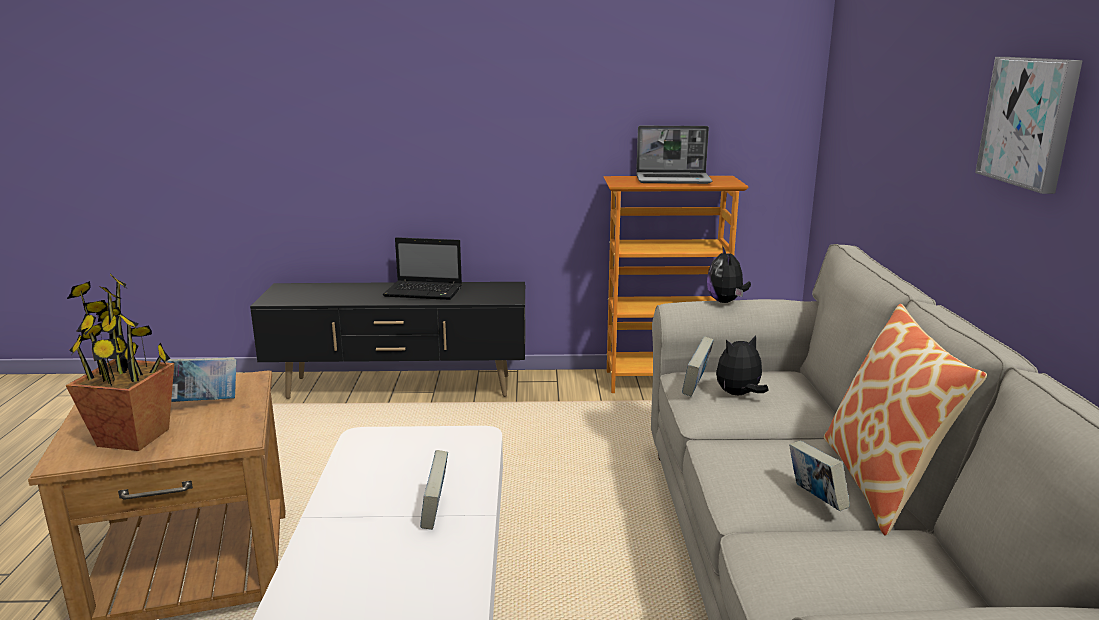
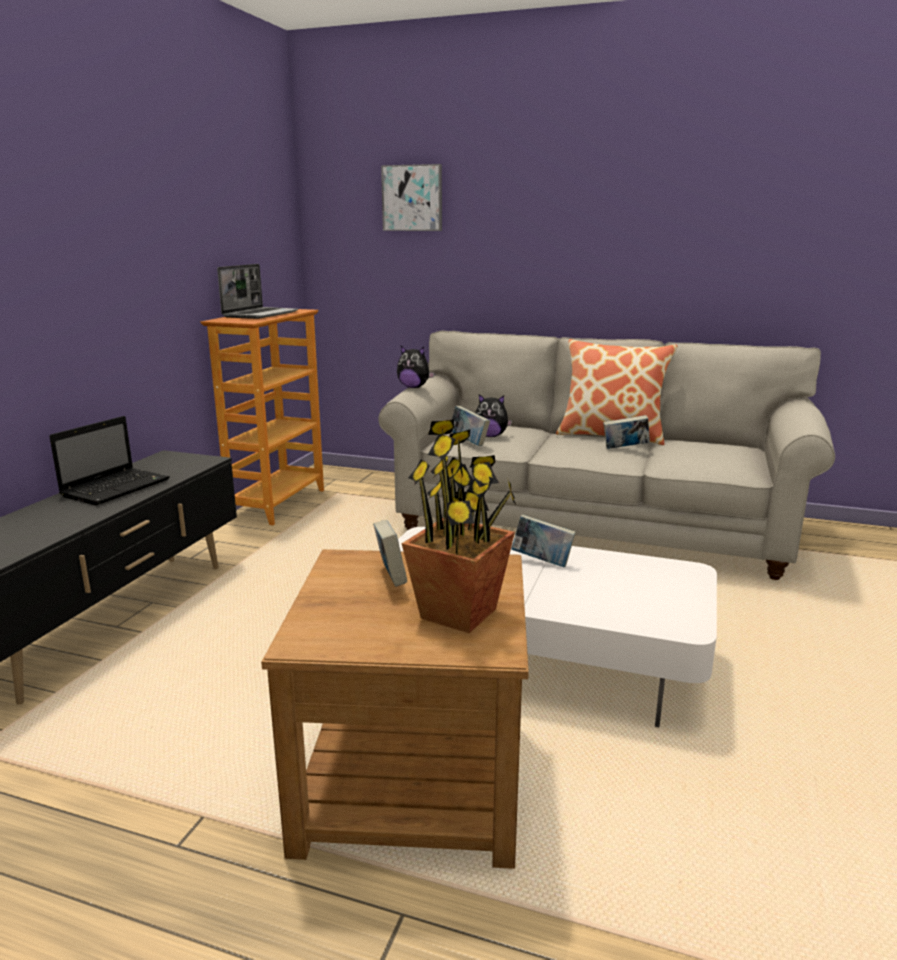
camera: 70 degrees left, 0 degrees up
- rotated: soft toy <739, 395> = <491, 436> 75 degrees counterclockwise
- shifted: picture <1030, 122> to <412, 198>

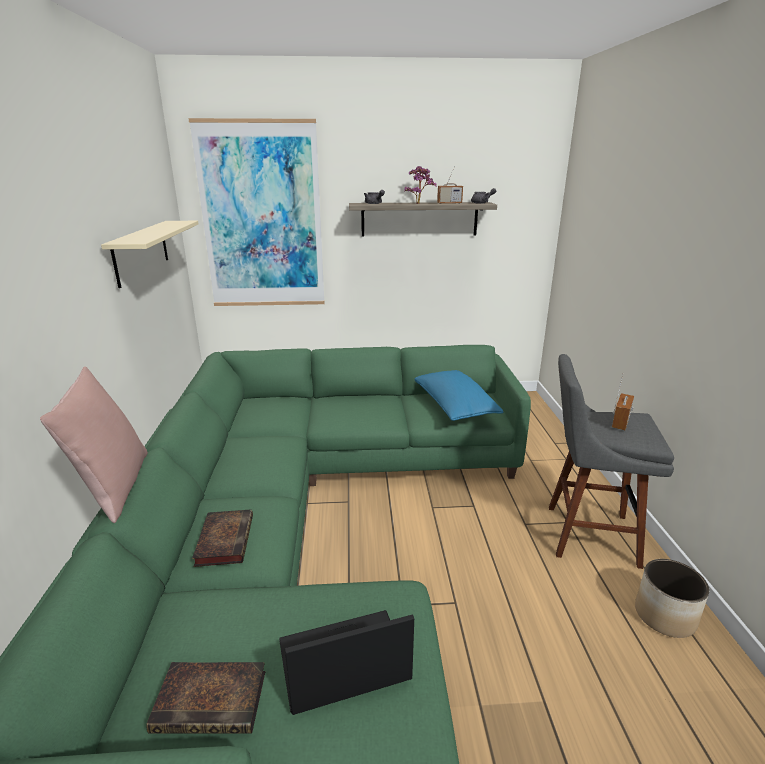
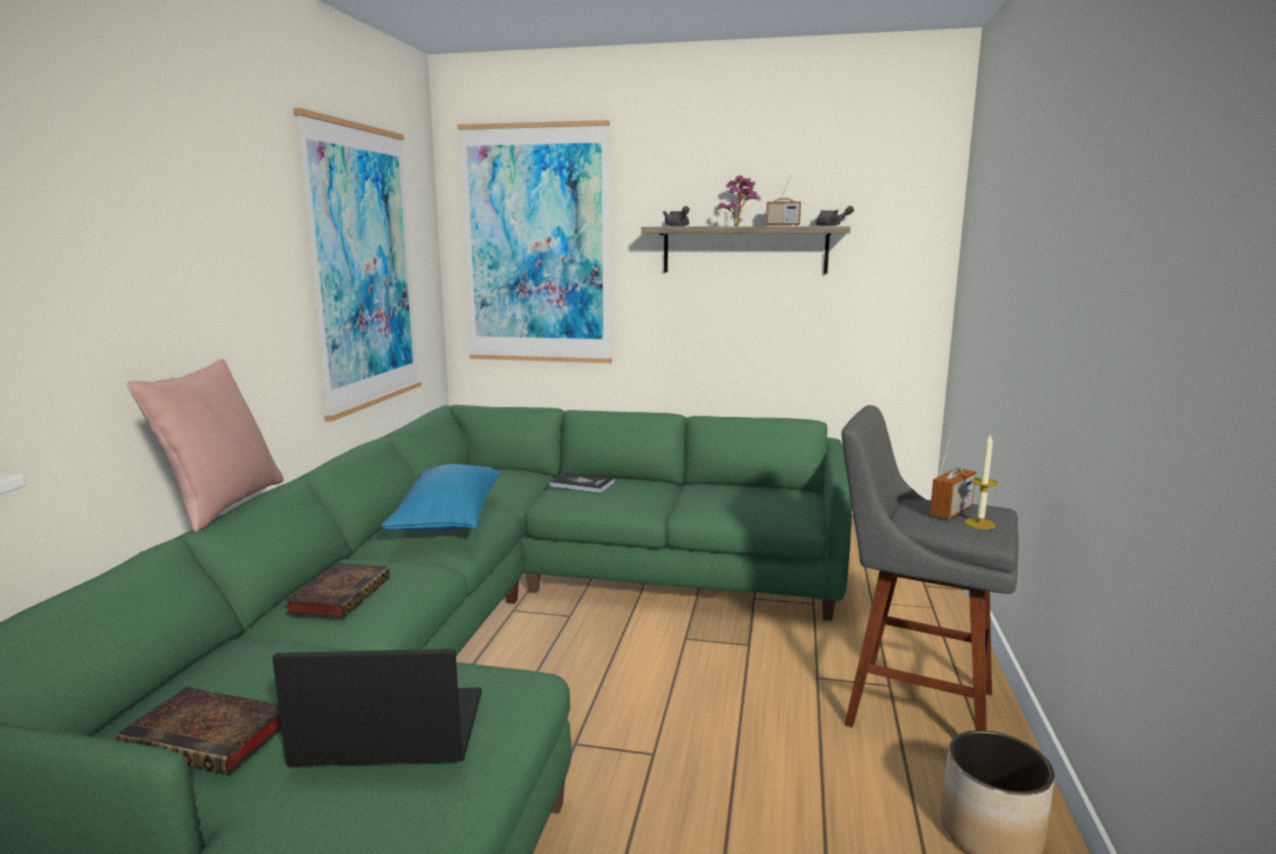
camera: 15 degrees right, 10 degrees down
- swapped: beige-coloured shelf <141, 251> to picture <363, 268>
- shifted: blue pillow <453, 407> to <447, 520>
- new: book <582, 484>
- new: wax light <980, 523>

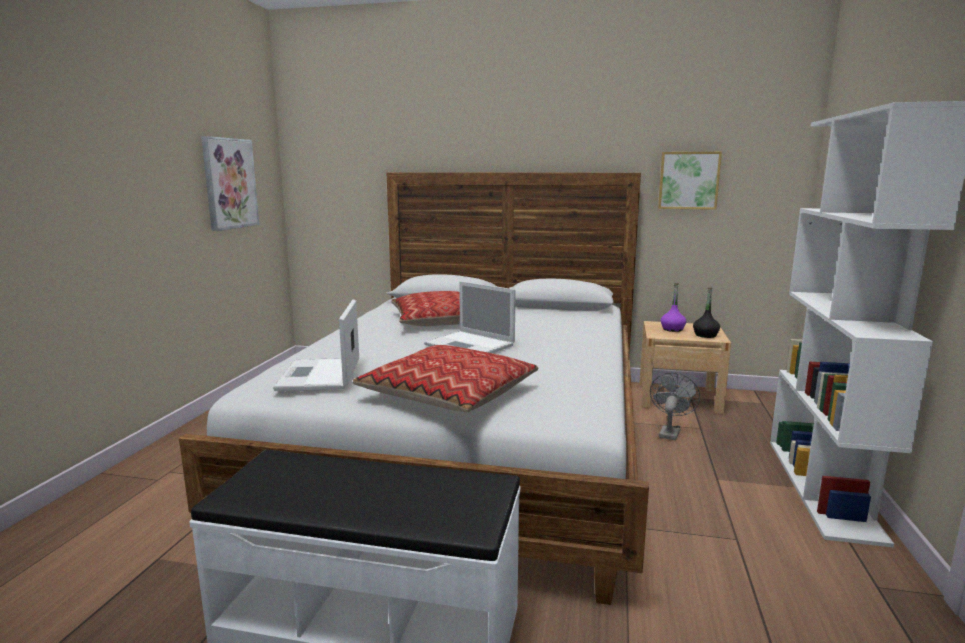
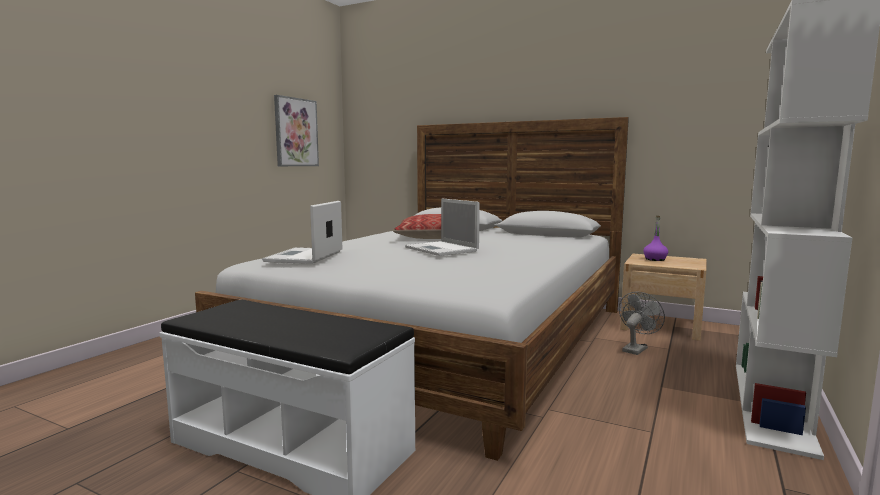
camera: 15 degrees right, 5 degrees down
- gone: pillow <449, 394>
- gone: picture <688, 180>
- gone: black-coloured drink bottle <705, 335>

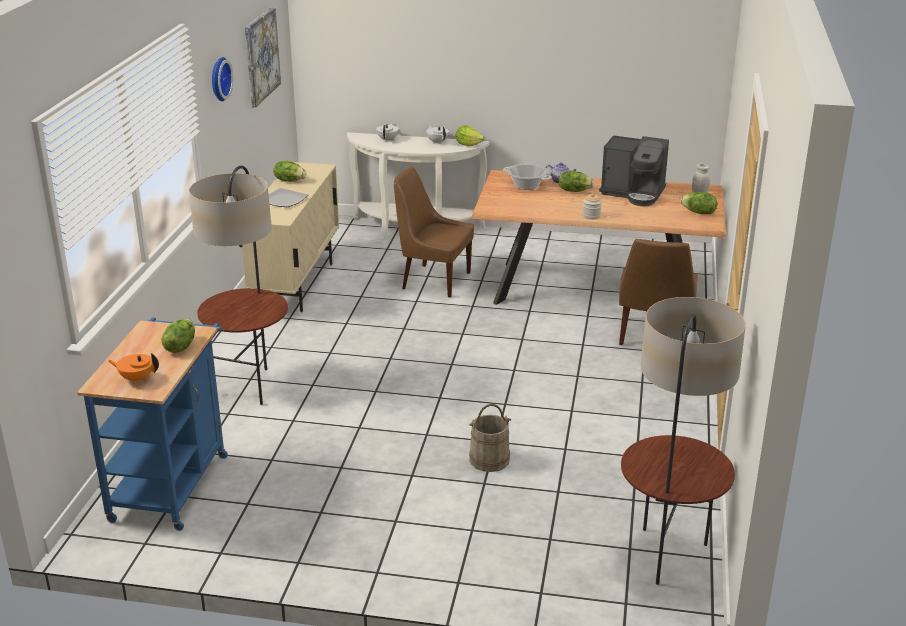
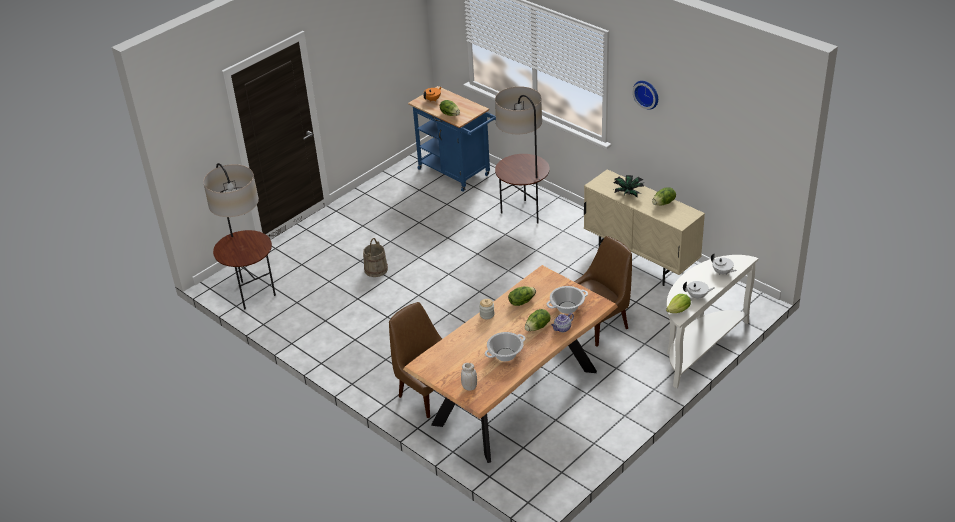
camera: 125 degrees right, 10 degrees up
- gone: picture <261, 56>
- swapped: dinner plate <284, 200> to houseplant <628, 192>
- swapped: coffee brewer <633, 194> to cooking pot <505, 354>
- shifted: lettuce <698, 212> to <521, 302>

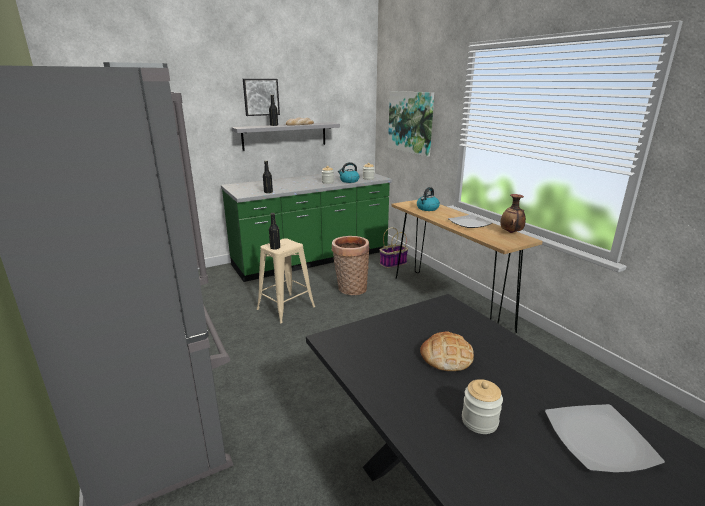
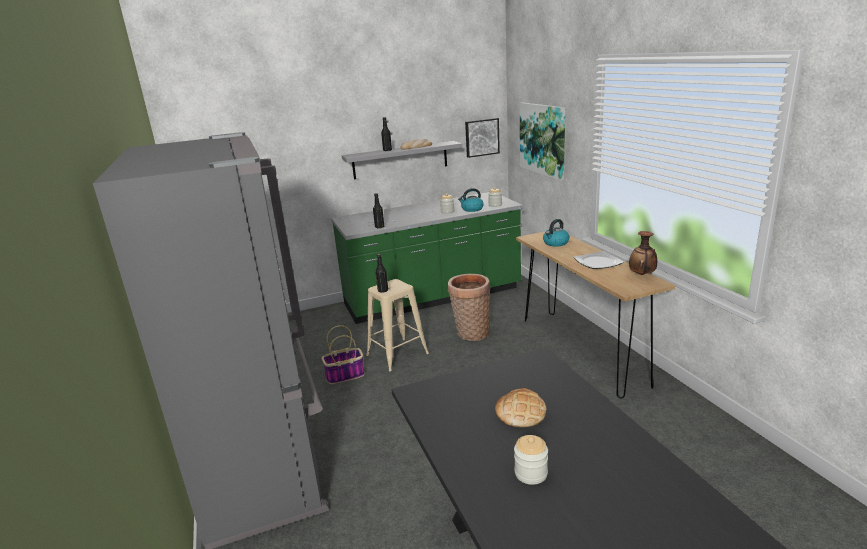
camera: 10 degrees right, 0 degrees up
- shifted: picture <261, 97> to <481, 137>
- shifted: storage basket <393, 263> to <344, 376>
- gone: dinner plate <598, 440>

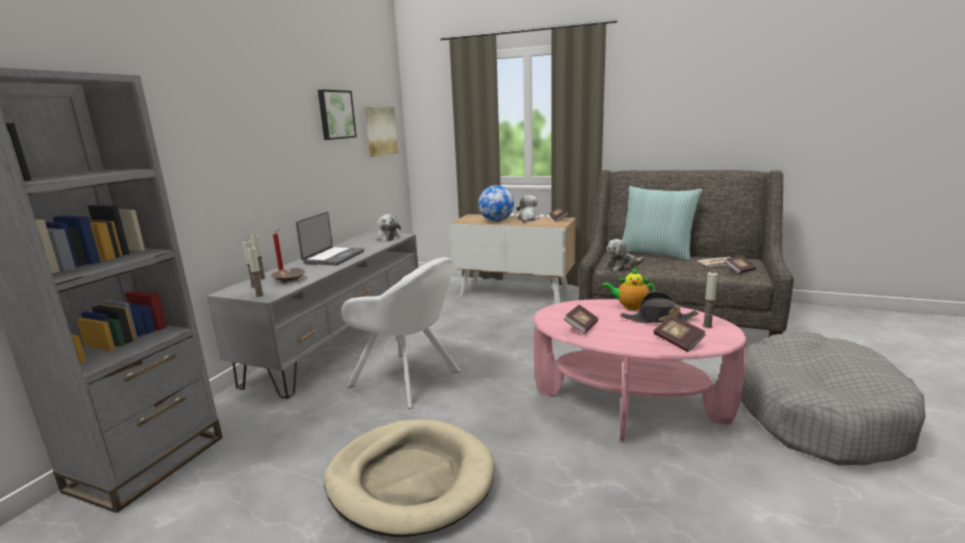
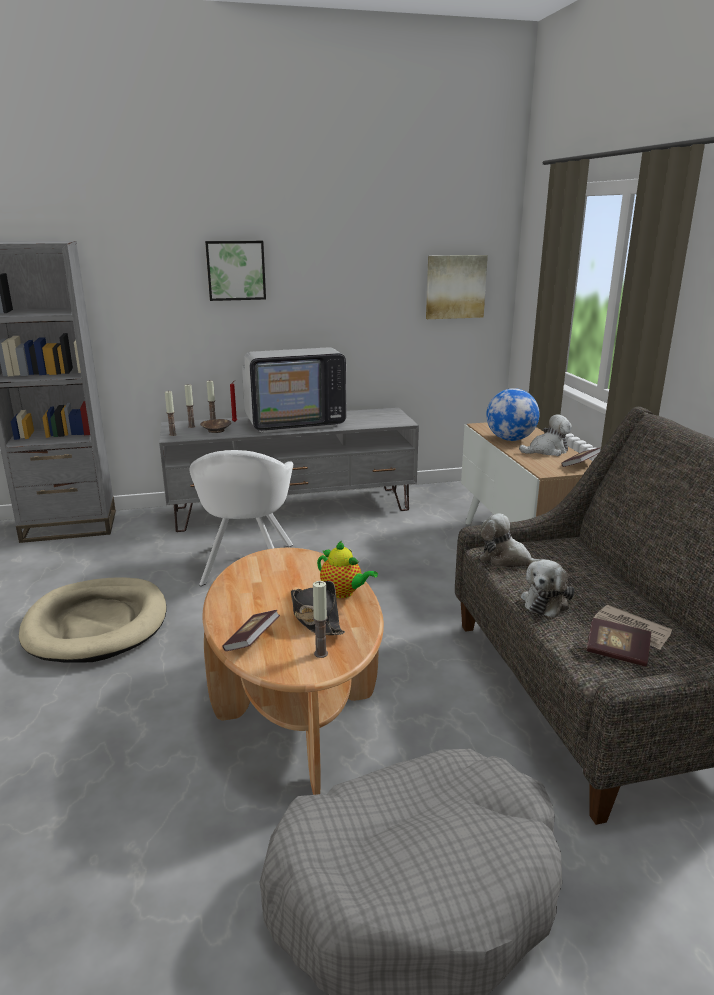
camera: 55 degrees right, 5 degrees up
- swapped: portable computer <333, 257> to TV set <294, 422>
- shifted: picture <335, 114> to <236, 270>
- shifted: soft toy <387, 238> to <546, 601>
- repainted: pink-coloured low table <628, 407> to brown low table <296, 707>
- gone: book <581, 327>
- rotated: teapot <630, 307> = <343, 593> 150 degrees clockwise
- gone: pillow <656, 254>

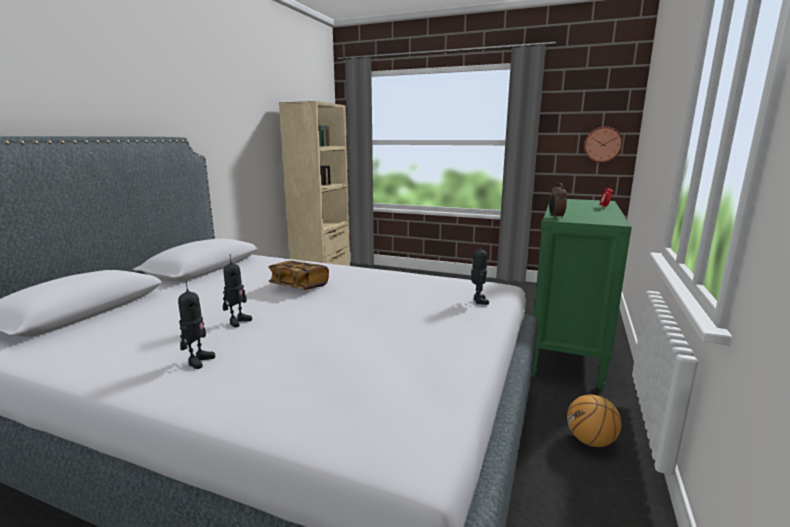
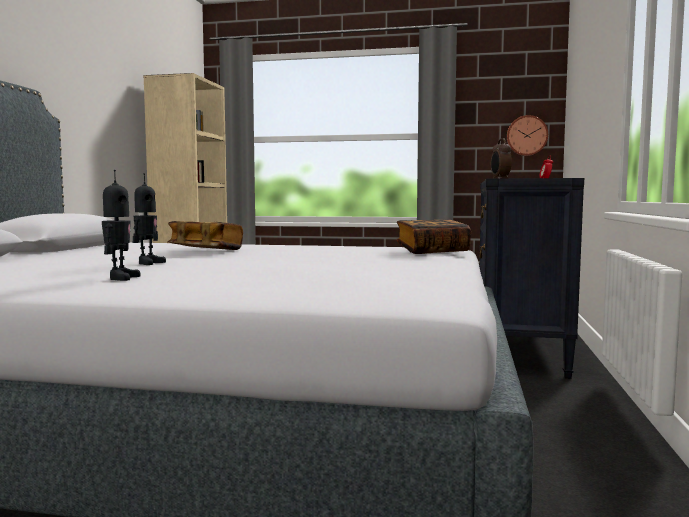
camera: 10 degrees left, 10 degrees down
- swapped: robot figure <478, 301> to book <432, 251>
- repainted: green-coloured chest of drawers <567, 347> to black-coloured chest of drawers <519, 350>
- gone: basketball <590, 441>

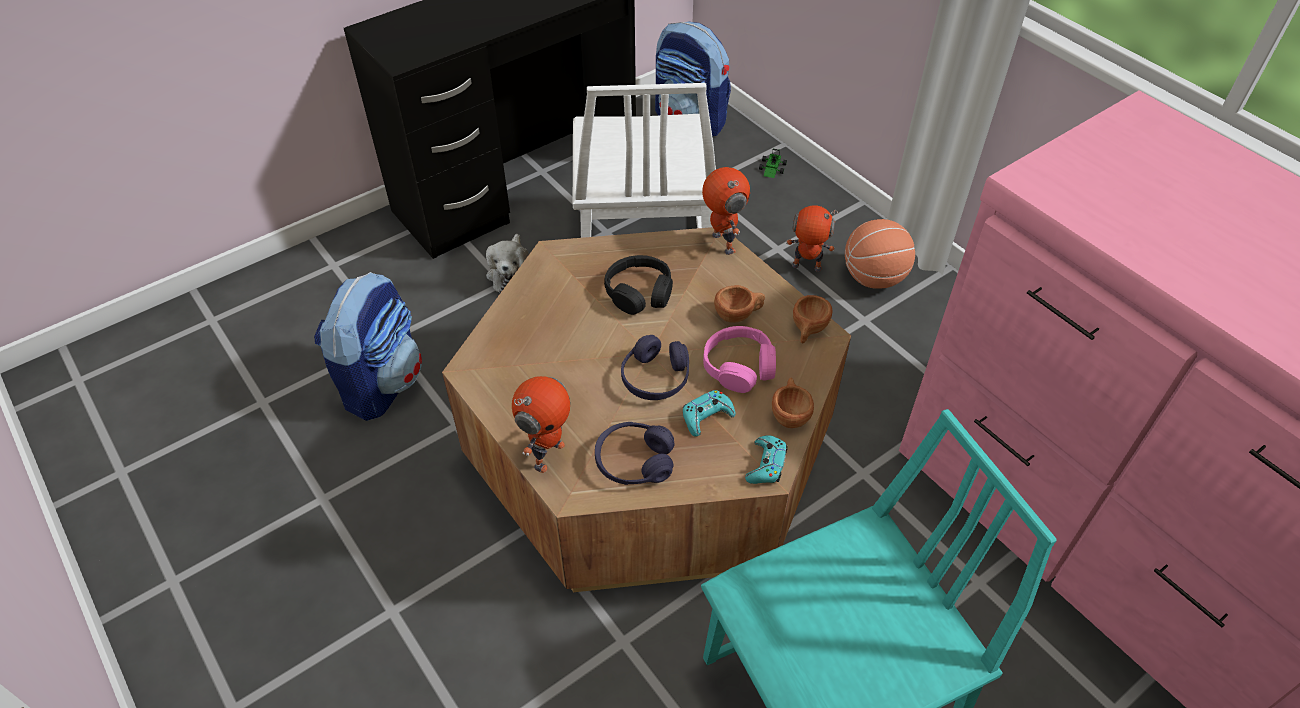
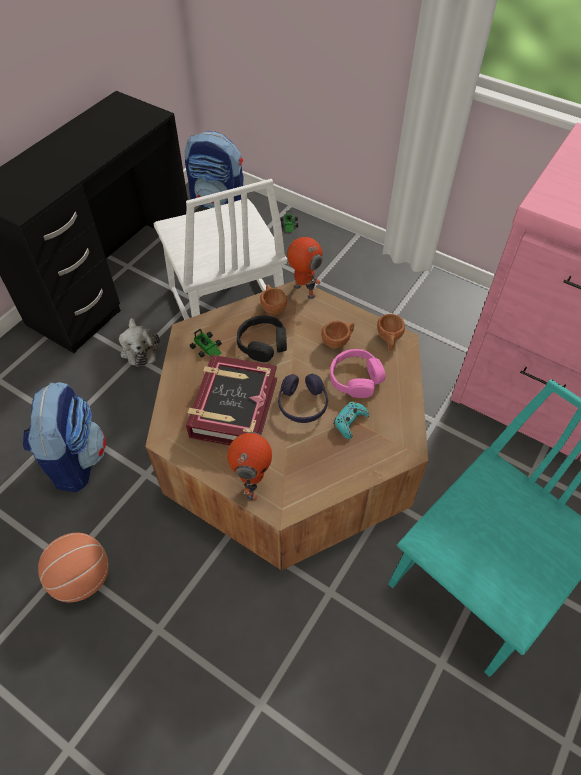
camera: 20 degrees left, 5 degrees up
- gone: purplish headset <634, 462>
- gone: turquoise gamepad <766, 465>
- shifted: brown cup <789, 413> to <272, 307>
- gone: robot figure <806, 267>
- shifted: basketball <874, 277> to <83, 577>
- new: book <233, 407>
- new: miniature car <208, 348>

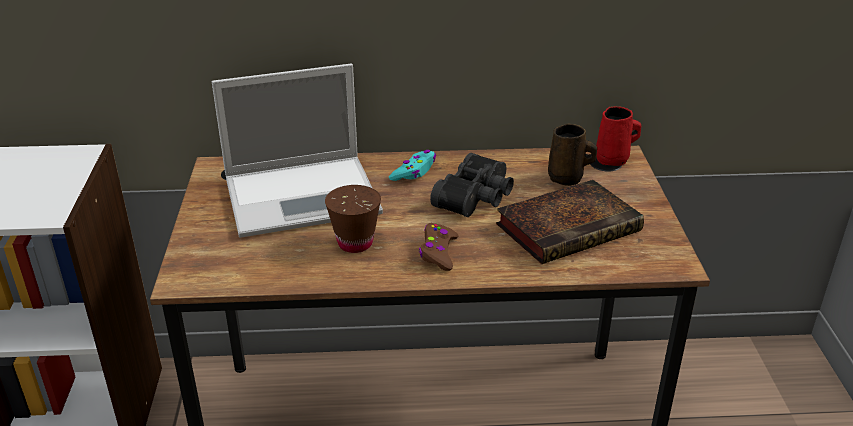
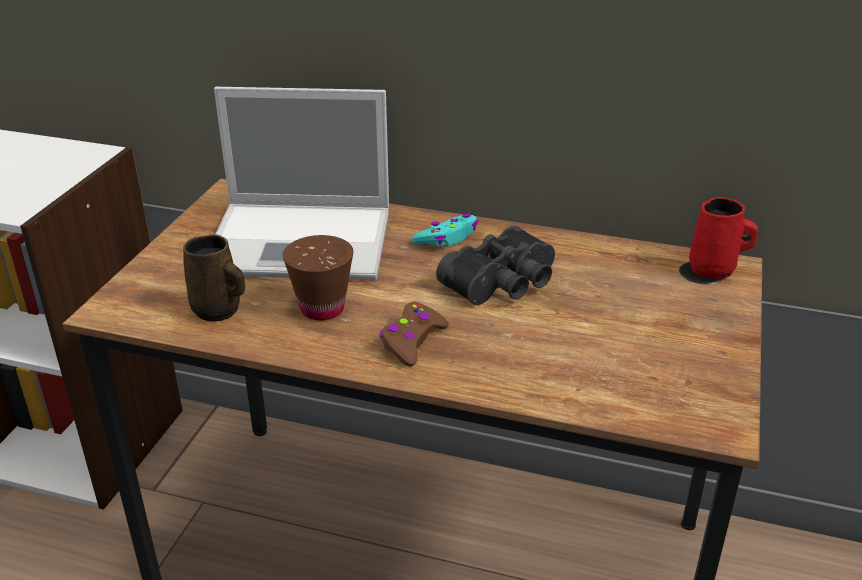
camera: 20 degrees right, 0 degrees up
- gone: book <570, 227>
- shifted: brown tea mug <567, 178> to <218, 311>

